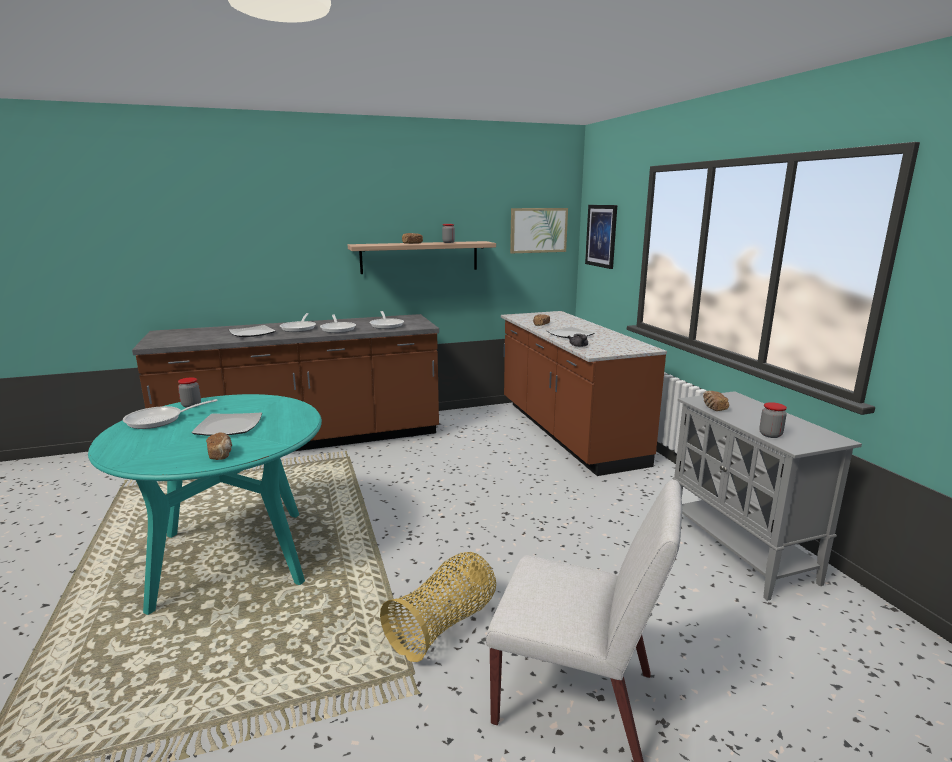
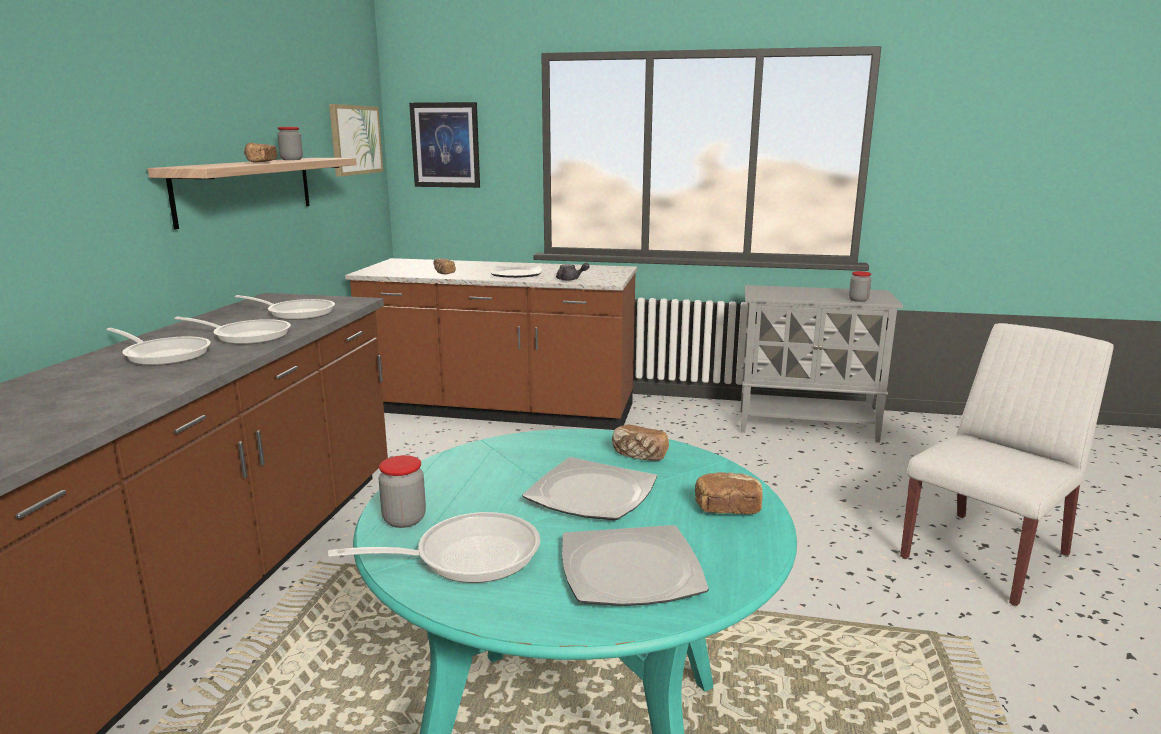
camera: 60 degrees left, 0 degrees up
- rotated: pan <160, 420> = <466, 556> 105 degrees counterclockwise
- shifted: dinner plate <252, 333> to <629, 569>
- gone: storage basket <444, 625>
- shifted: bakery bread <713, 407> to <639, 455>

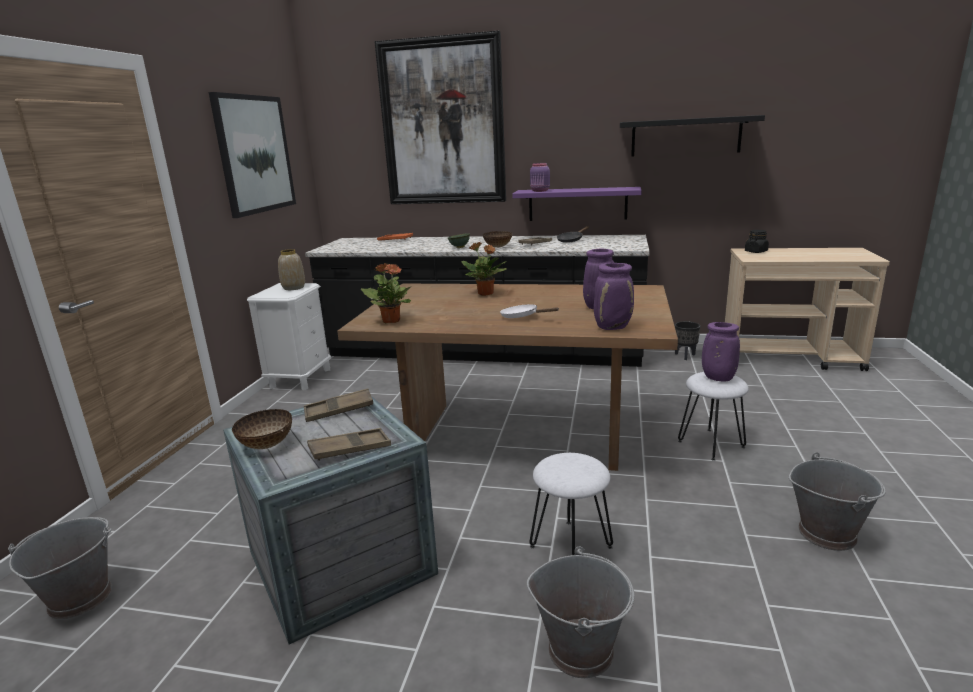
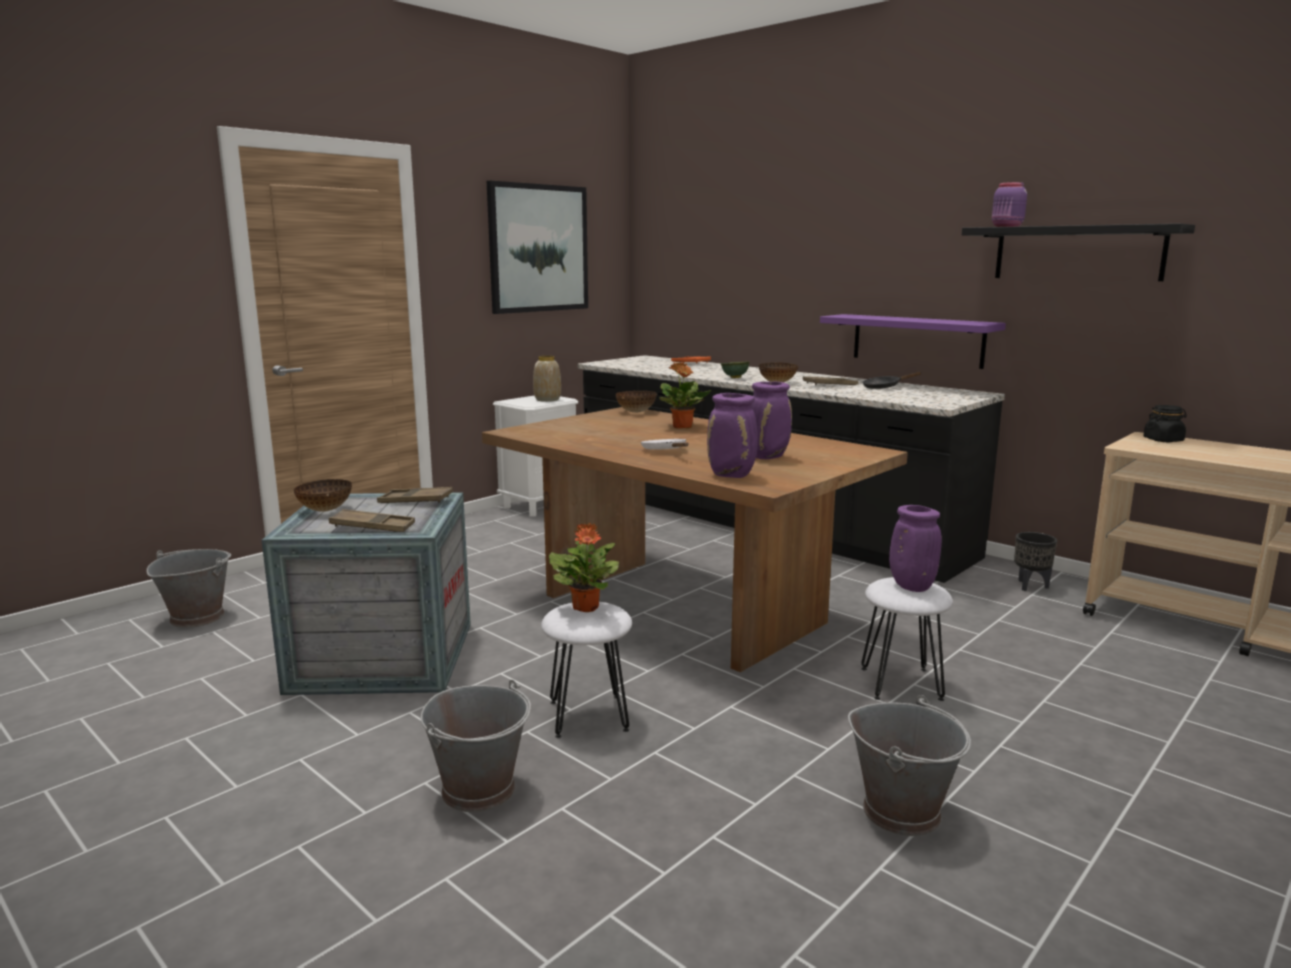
camera: 30 degrees right, 5 degrees down
- shifted: houseplant <391, 320> to <586, 607>
- gone: picture <443, 123>
- shifted: purplish storage jar <540, 191> to <1007, 227>
- new: serving bowl <636, 412>

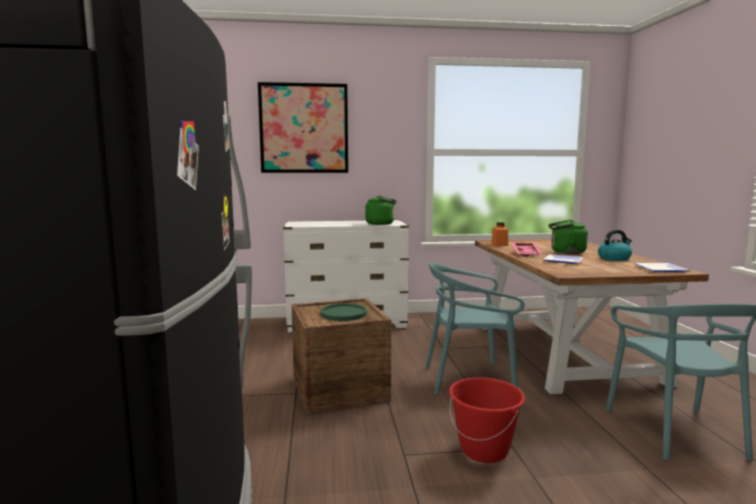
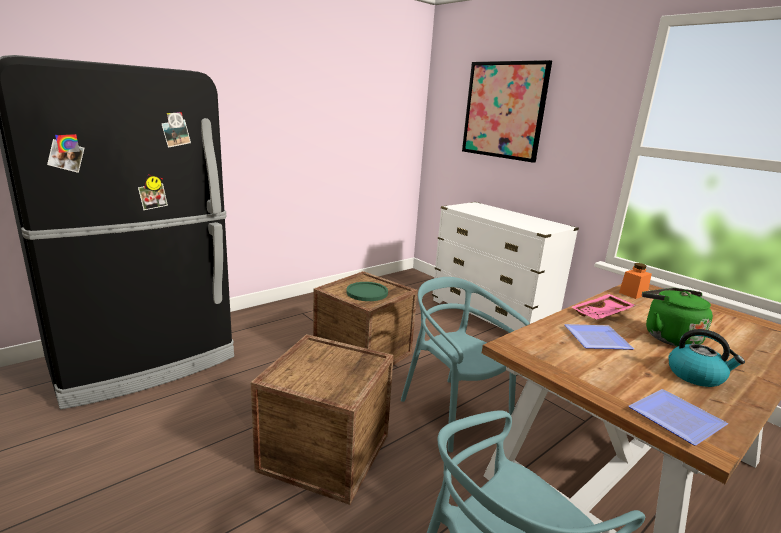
camera: 55 degrees right, 10 degrees up
- gone: green-coloured water kettle <382, 223>
- swapped: reddish water bucket <484, 450> to crate <325, 452>

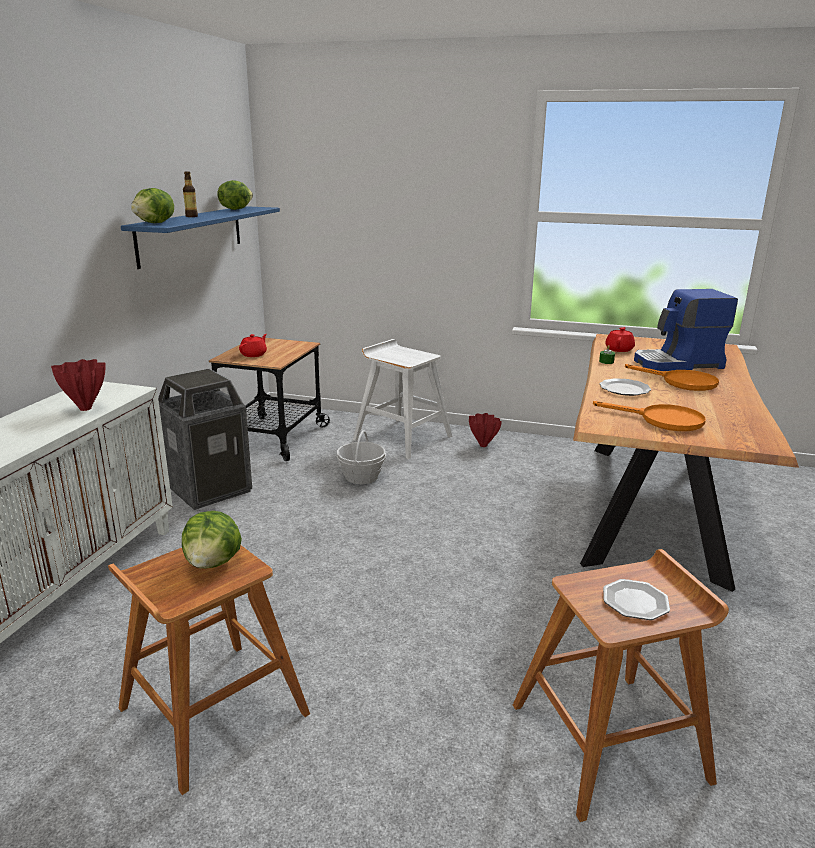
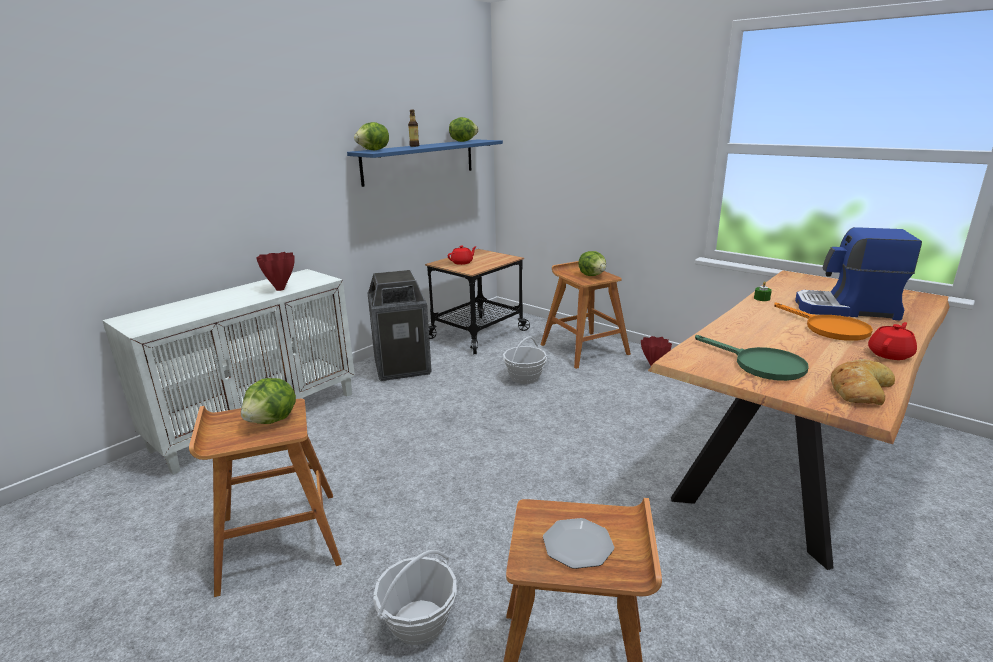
camera: 25 degrees right, 0 degrees up
- repainted: whitish stool <402, 437> to brown stool <584, 349>
- repainted: orangey pan <662, 420> to green-coloured pan <760, 365>
- gone: dinner plate <625, 389>
- shifted: reddish teapot <619, 349> to <890, 354>
- new: storage basket <418, 622>
- new: lettuce <592, 275>
- new: bakery bread <859, 388>

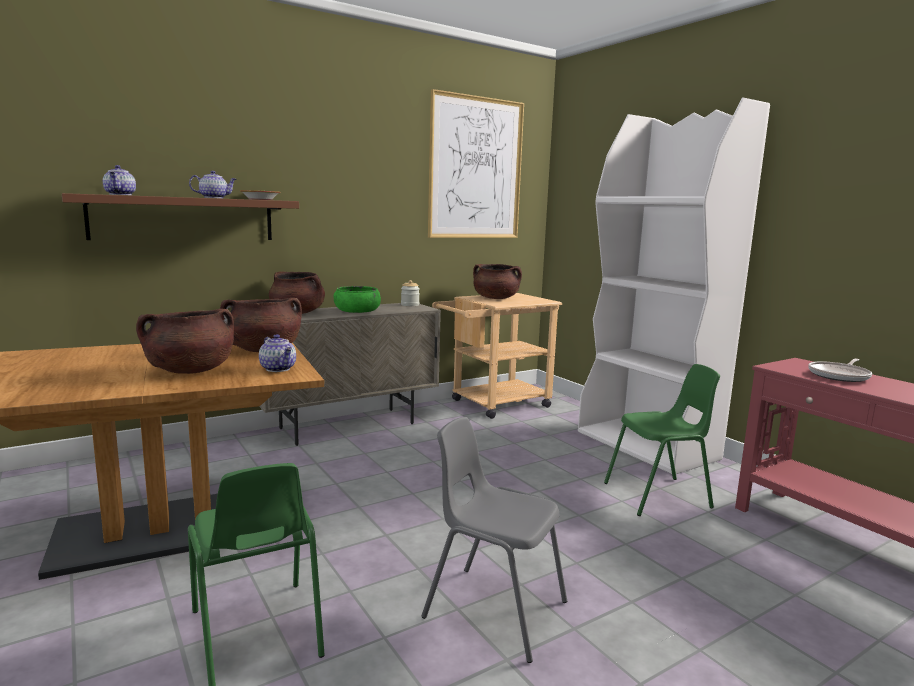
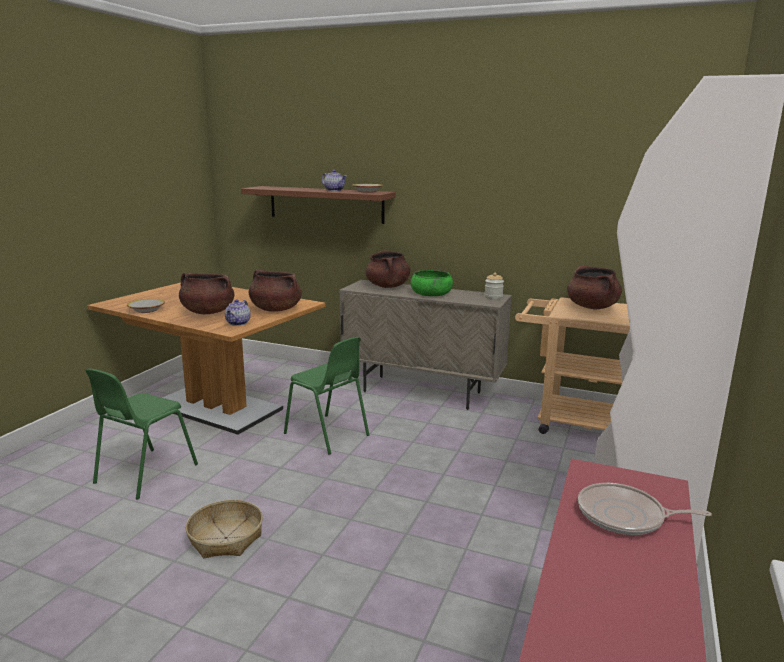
camera: 55 degrees right, 5 degrees up
- gone: teapot <121, 194>
- swapped: gray upright chair <494, 609> to storage basket <226, 538>
- gone: picture <475, 169>
- shifted: green-coloured upright chair <658, 496> to <327, 434>
- new: serving bowl <147, 310>

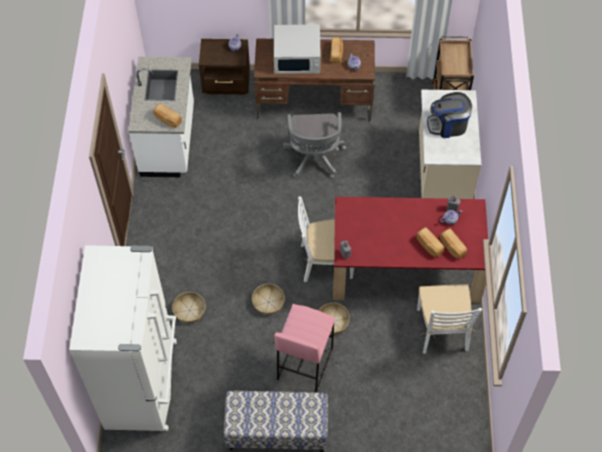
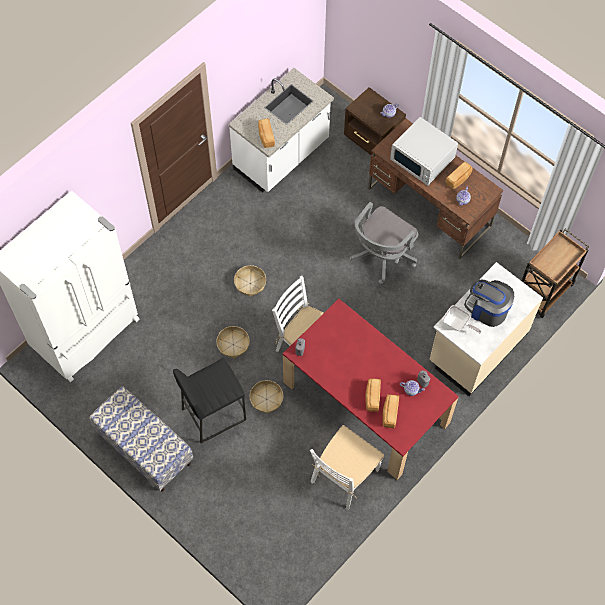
camera: 40 degrees right, 5 degrees up
- shifted: storage basket <189, 310> to <250, 283>
- repainted: pink-coloured stool <304, 363> to black-coloured stool <213, 414>
- new: pan <457, 324>

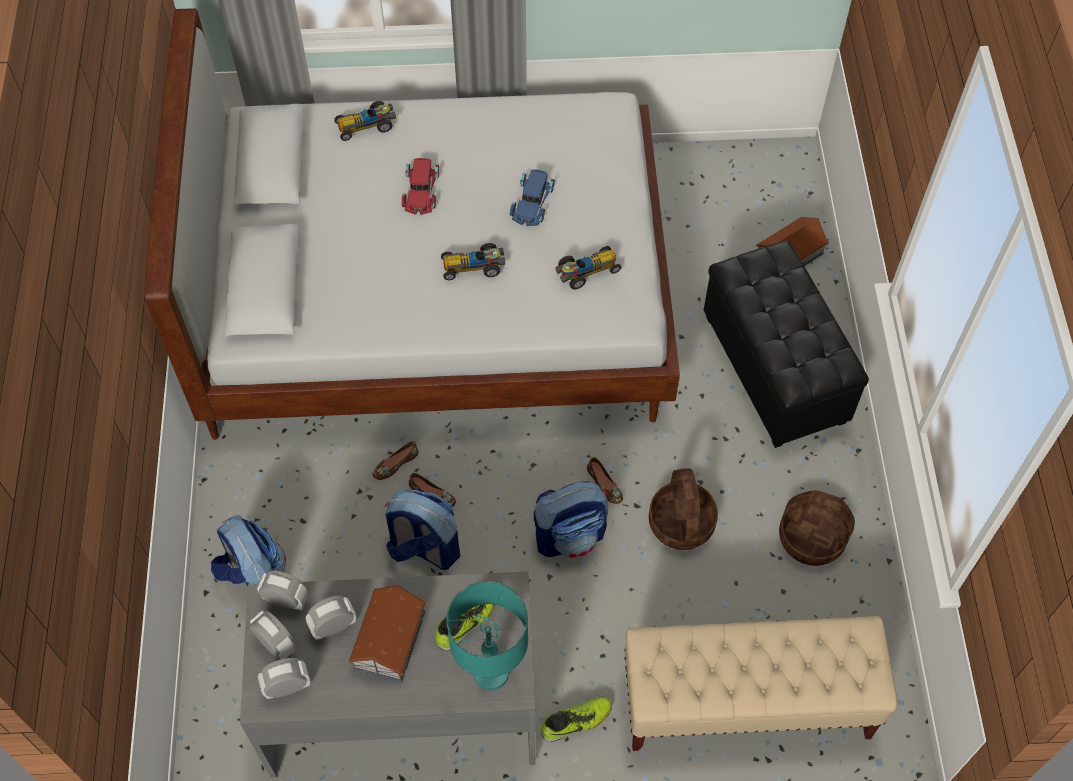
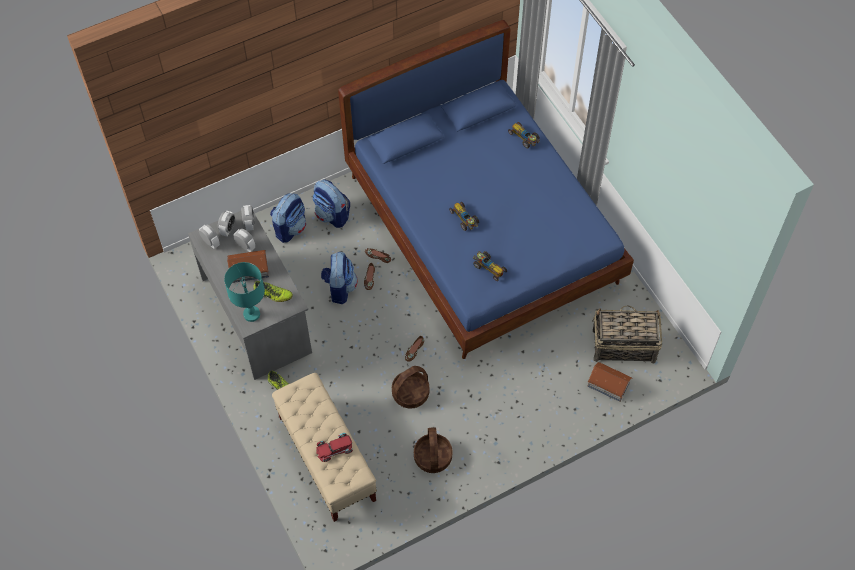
camera: 65 degrees right, 0 degrees up
- repainted: whitish bedroom bed <436, 296> to blue bedroom bed <483, 231>
- shifted: reddish miniature car <420, 190> to <334, 448>
- gone: blue miniature car <531, 202>
- shifted: knapsack <570, 535> to <332, 215>
- gone: black-coloured ottoman <772, 370>
- new: storage basket <622, 345>

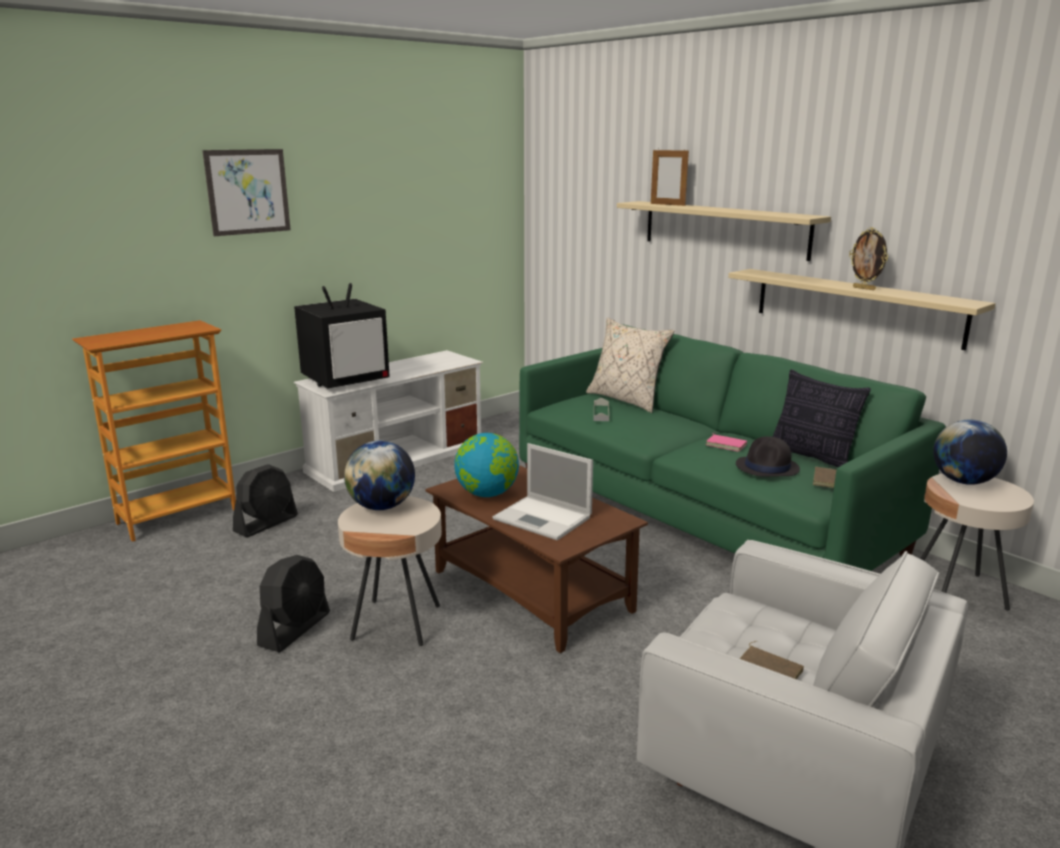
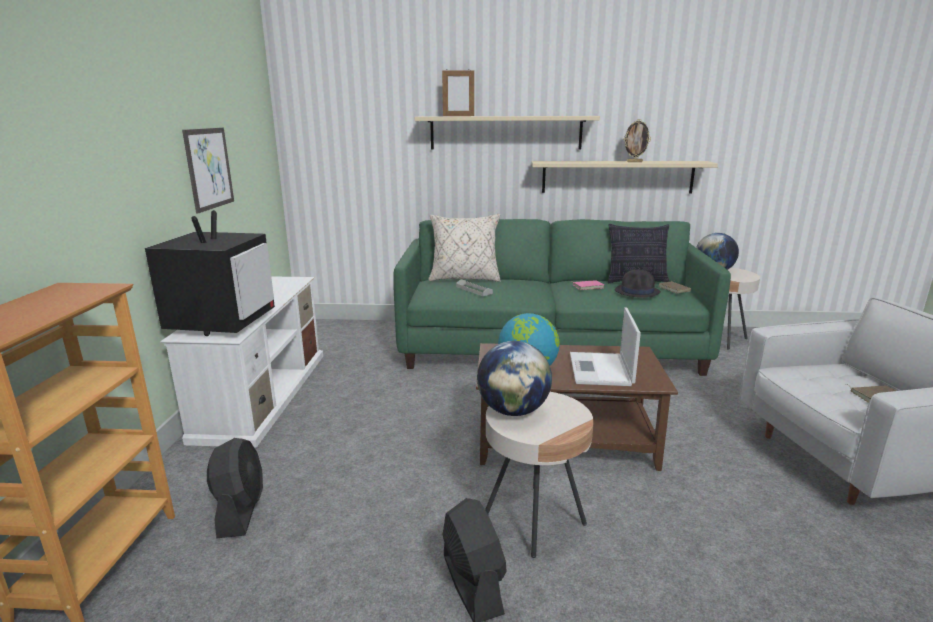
camera: 45 degrees left, 0 degrees up
- shifted: picture <248, 192> to <209, 168>
- rotated: portable computer <544, 518> = <601, 370> 105 degrees clockwise

